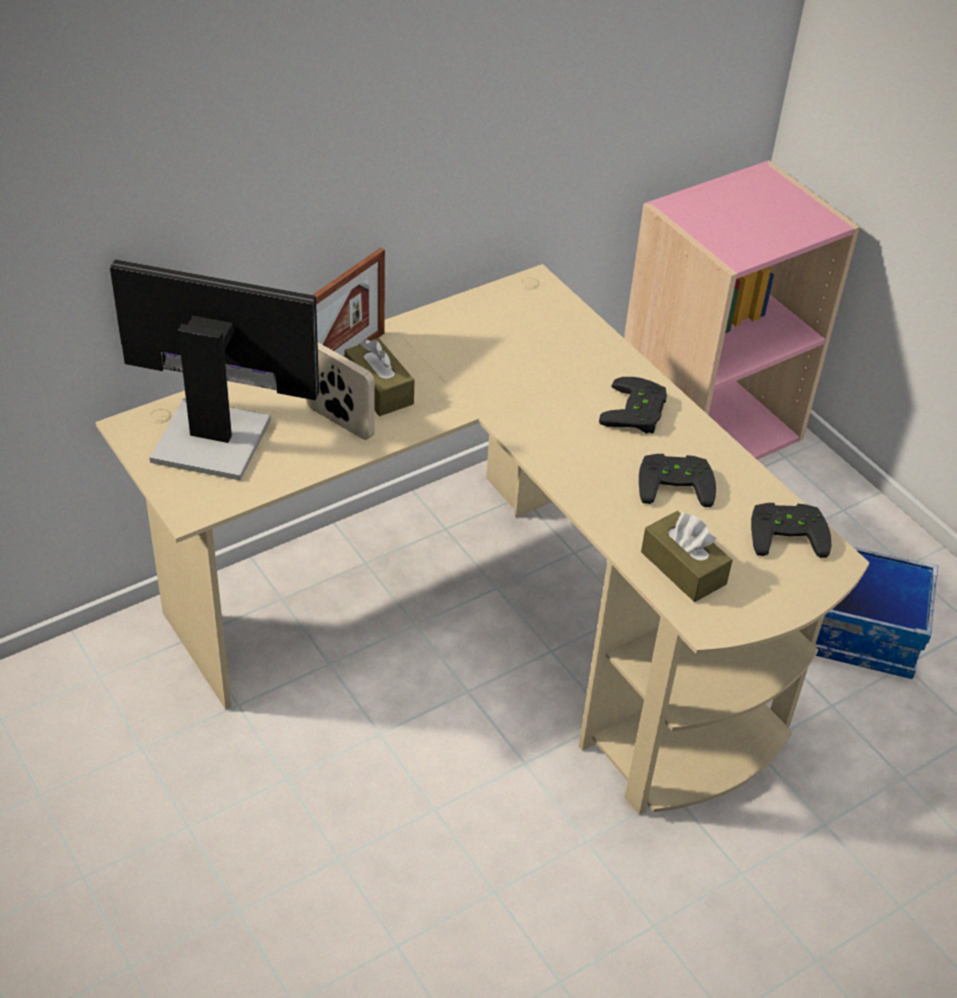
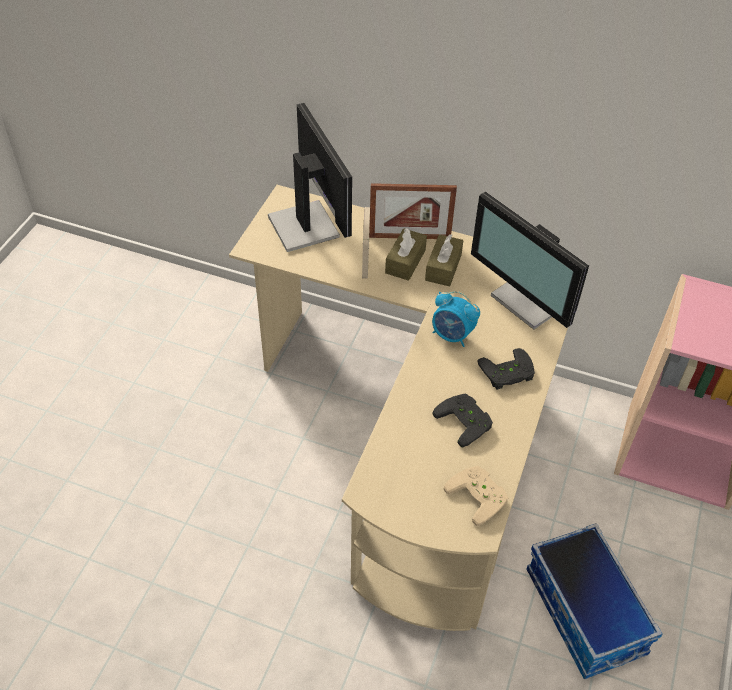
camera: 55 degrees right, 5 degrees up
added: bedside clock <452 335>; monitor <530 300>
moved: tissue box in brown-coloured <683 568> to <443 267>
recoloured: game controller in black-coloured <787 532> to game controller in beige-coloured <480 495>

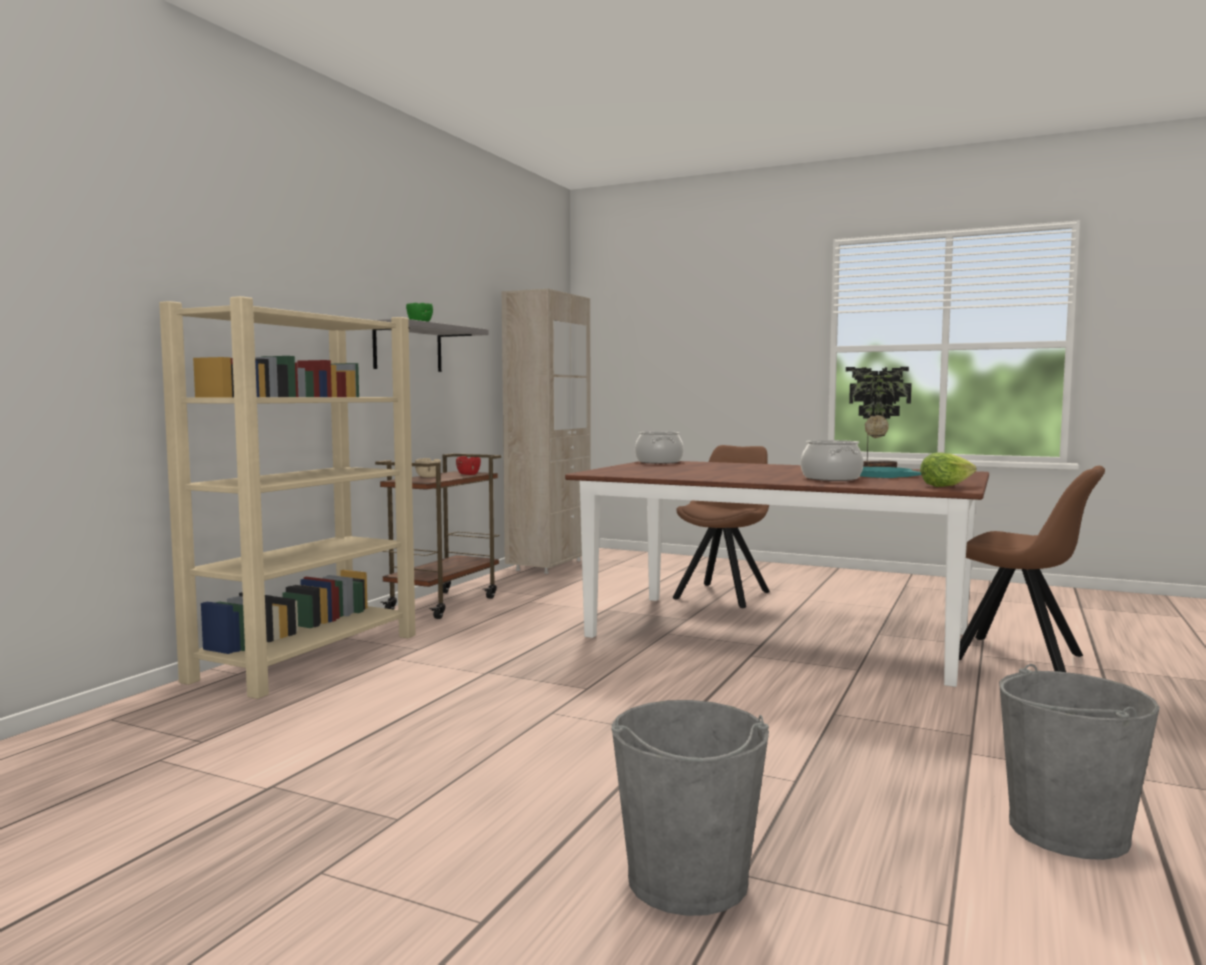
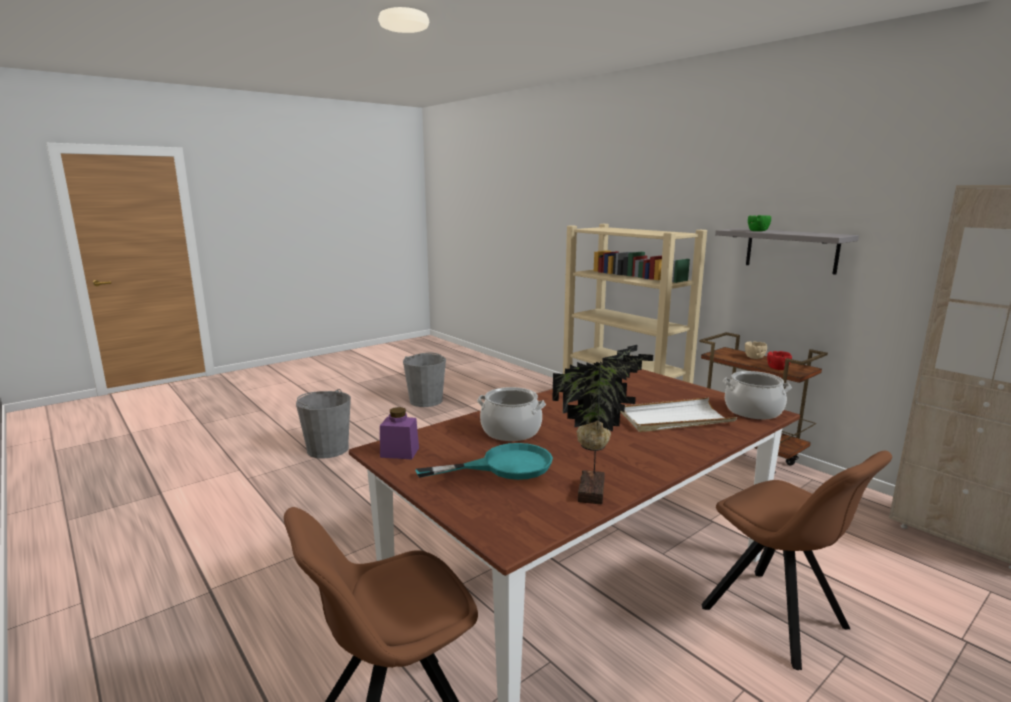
camera: 115 degrees right, 10 degrees up
added: tray in whitish <674 419>
moved: water bucket in grey <1066 830> to <426 401>
replaced: lettuce head <945 486> to jar in purple <399 452>

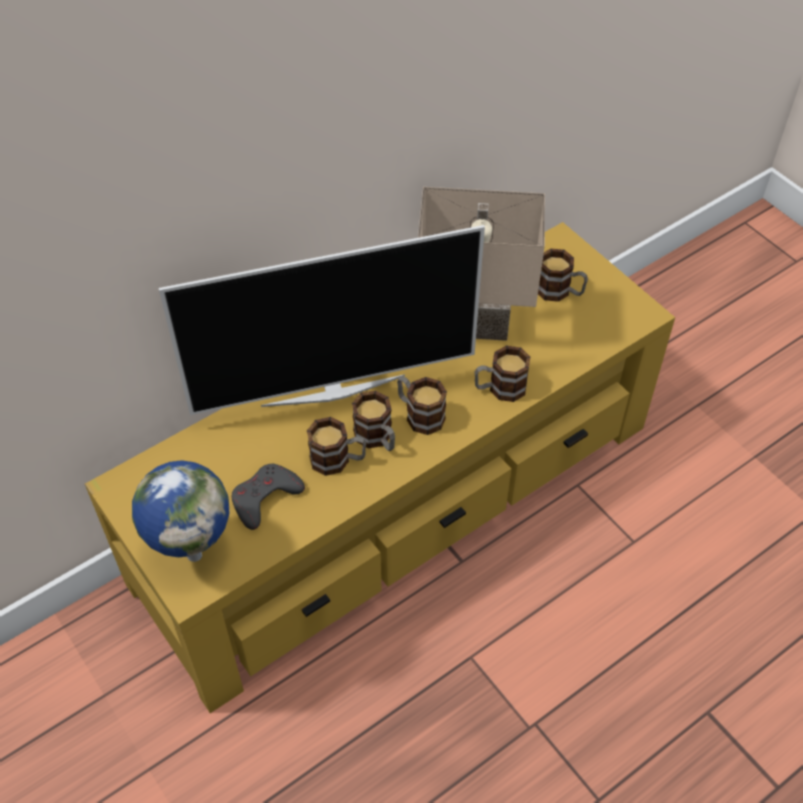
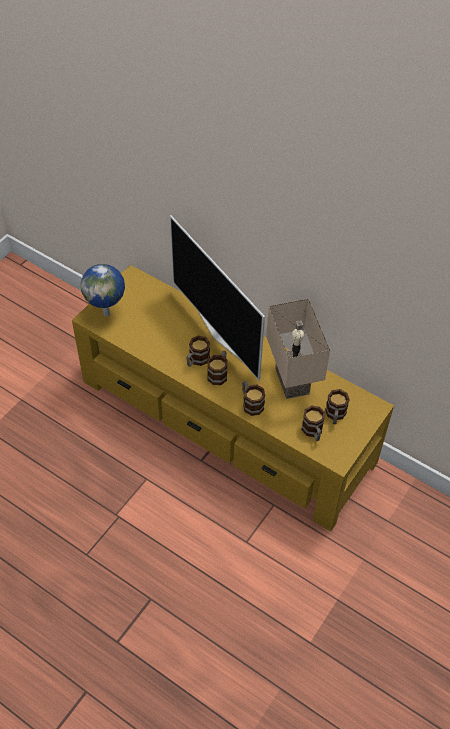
camera: 70 degrees right, 0 degrees up
removed: game controller in grey <265 498>
moved: coffee mug <338 460> to <313 432>

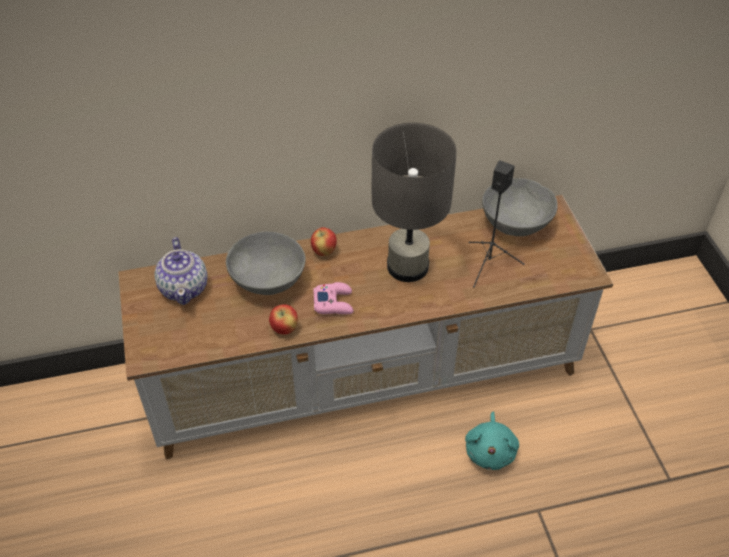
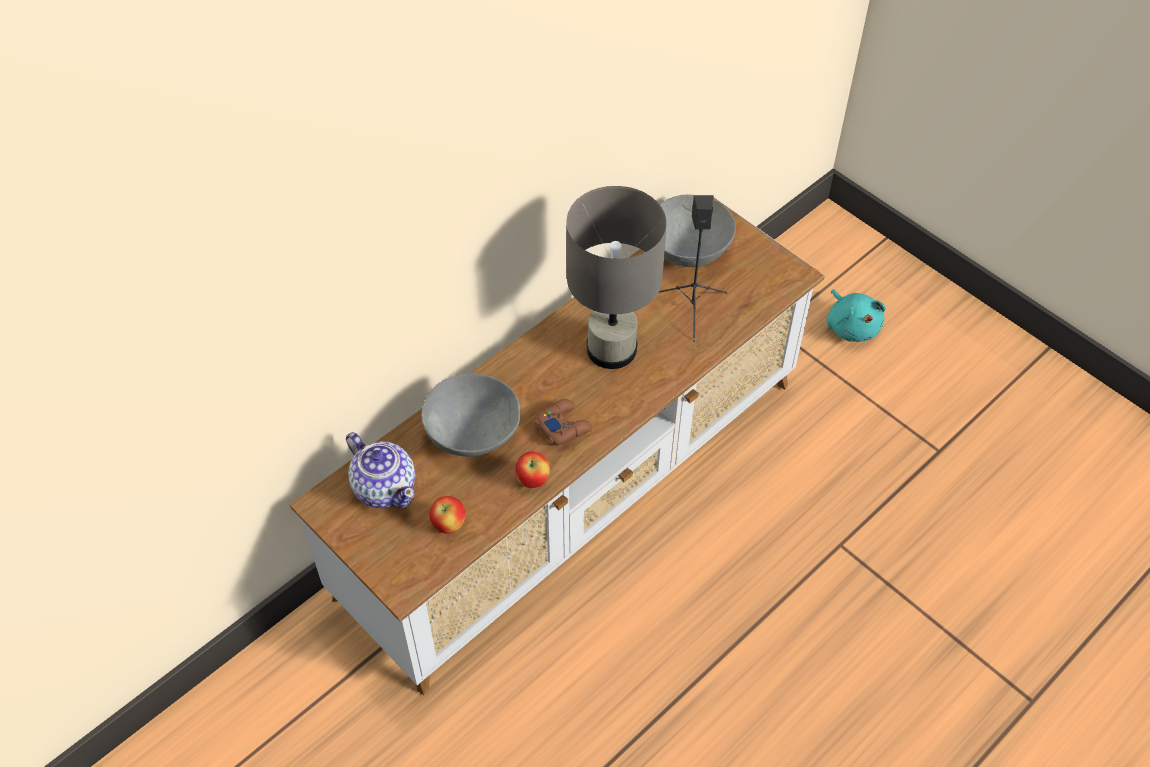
camera: 30 degrees left, 5 degrees up
moved: apple fruit <324 252> to <449 525>; soft toy in turquoise <490 451> to <851 326>
recoloured: game controller in pink <334 303> to game controller in brown-coloured <563 426>

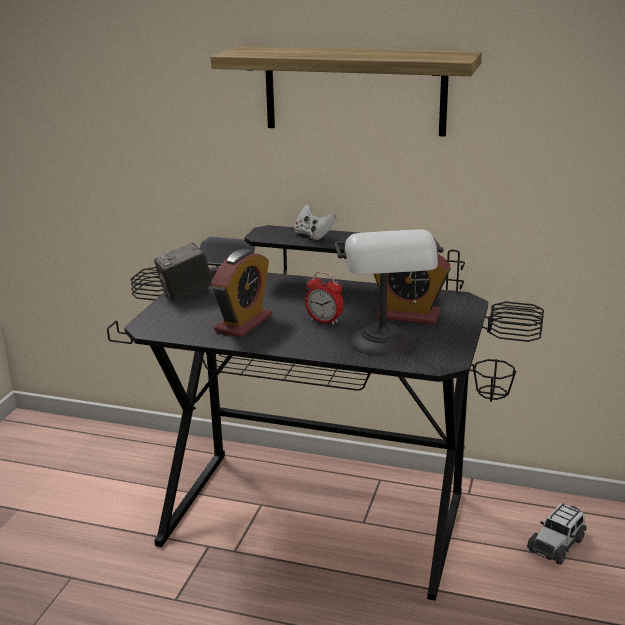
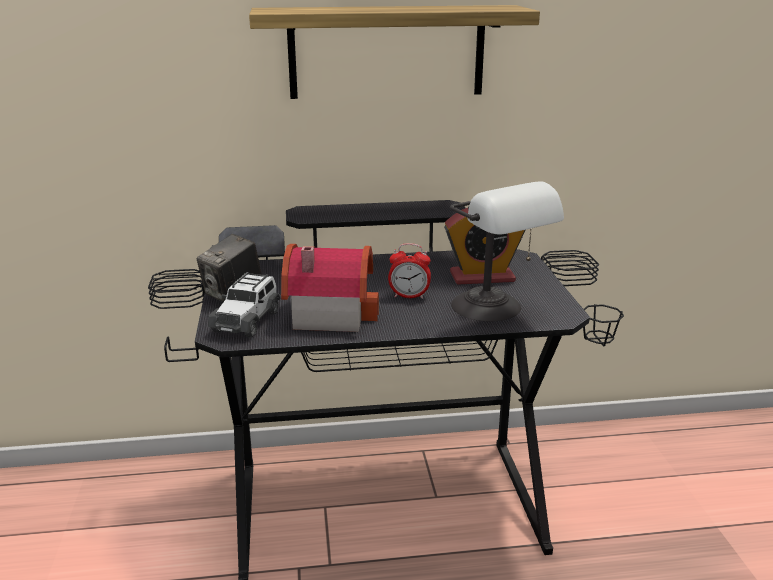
camera: 25 degrees left, 0 degrees up
removed: game controller in whitish <313 235>
moved: toy car <557 544> to <247 321>
replaced: bedside clock <243 323> to model house <328 313>

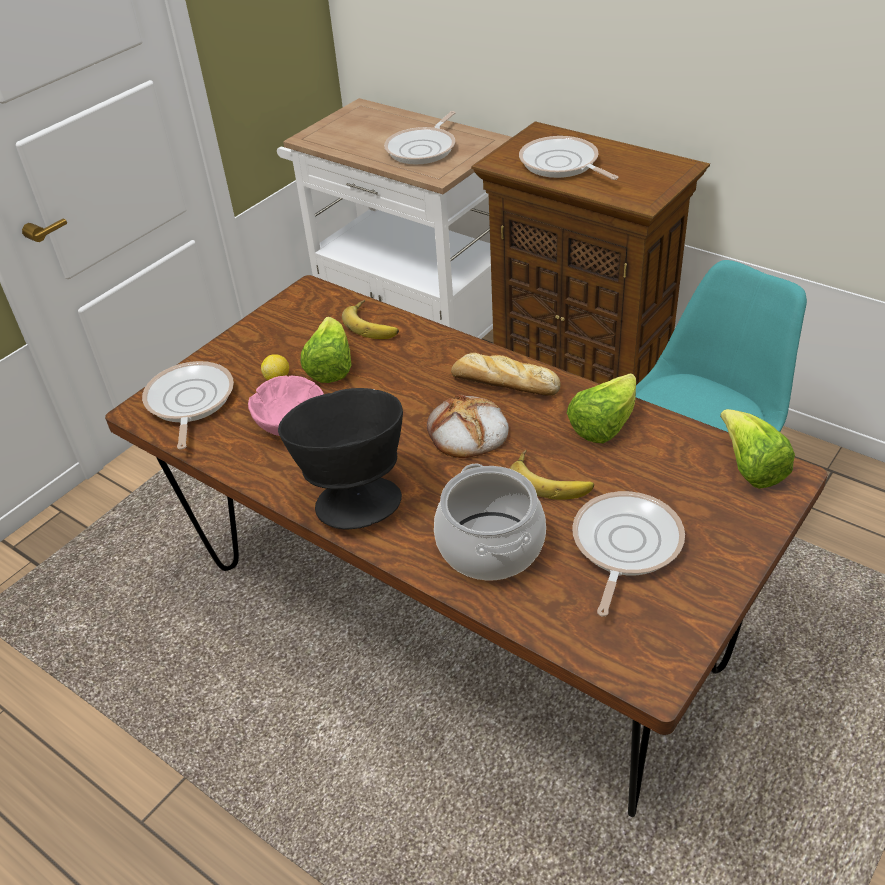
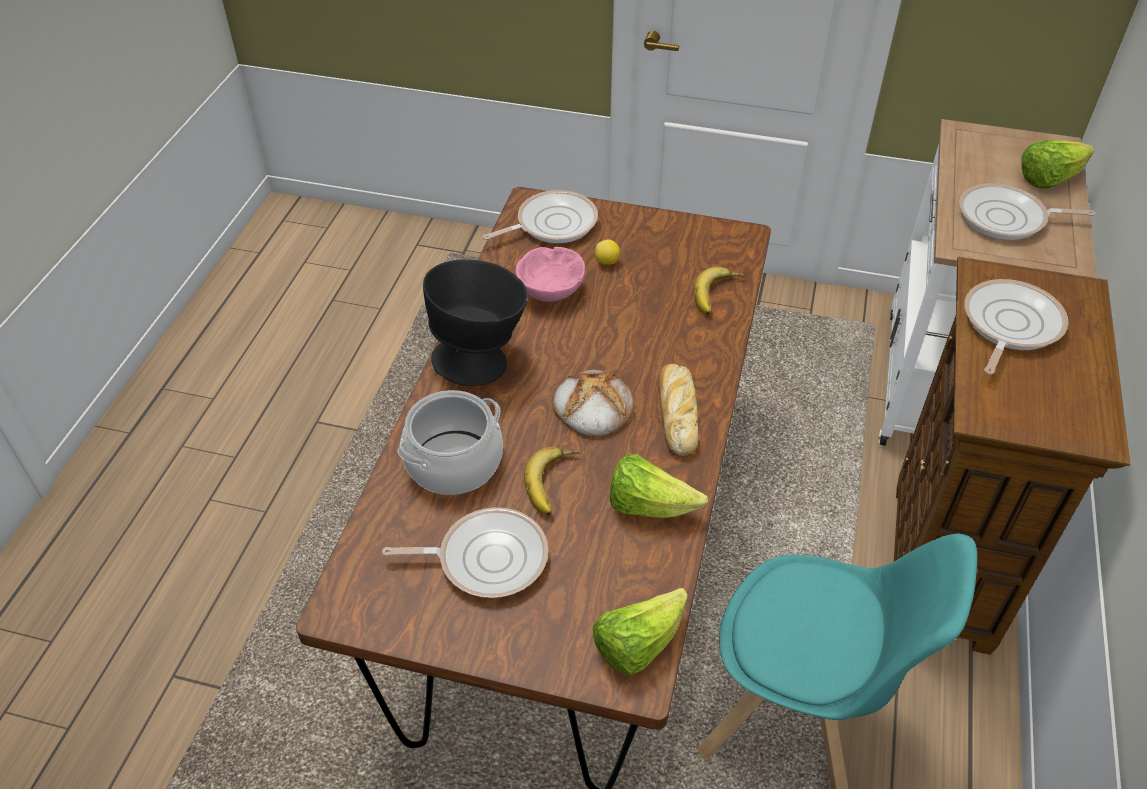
camera: 65 degrees right, 5 degrees up
moved: lettuce head <330 367> to <1049 179>

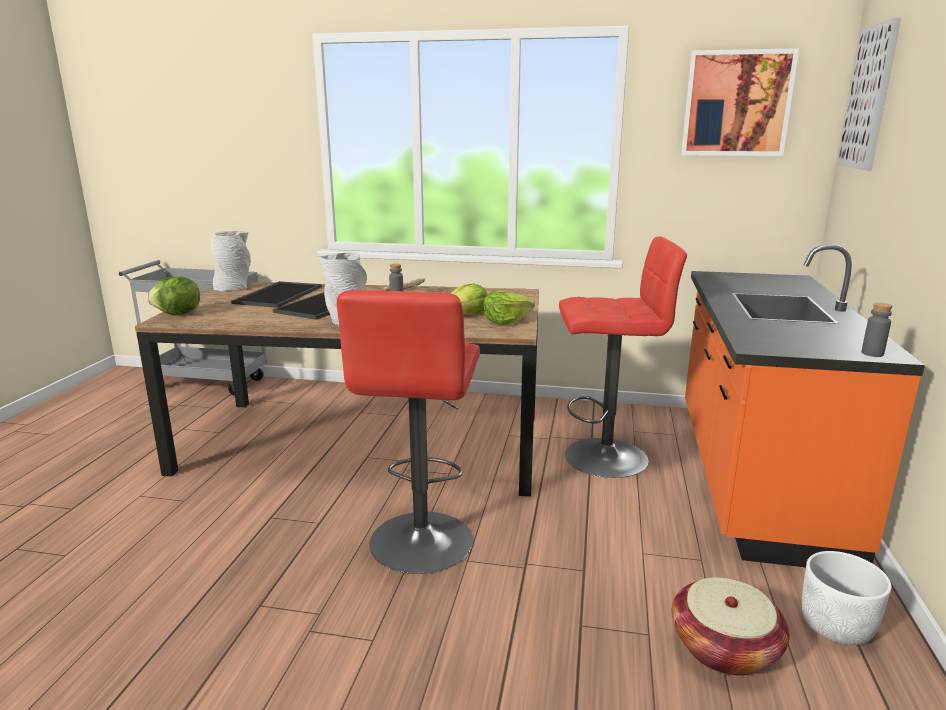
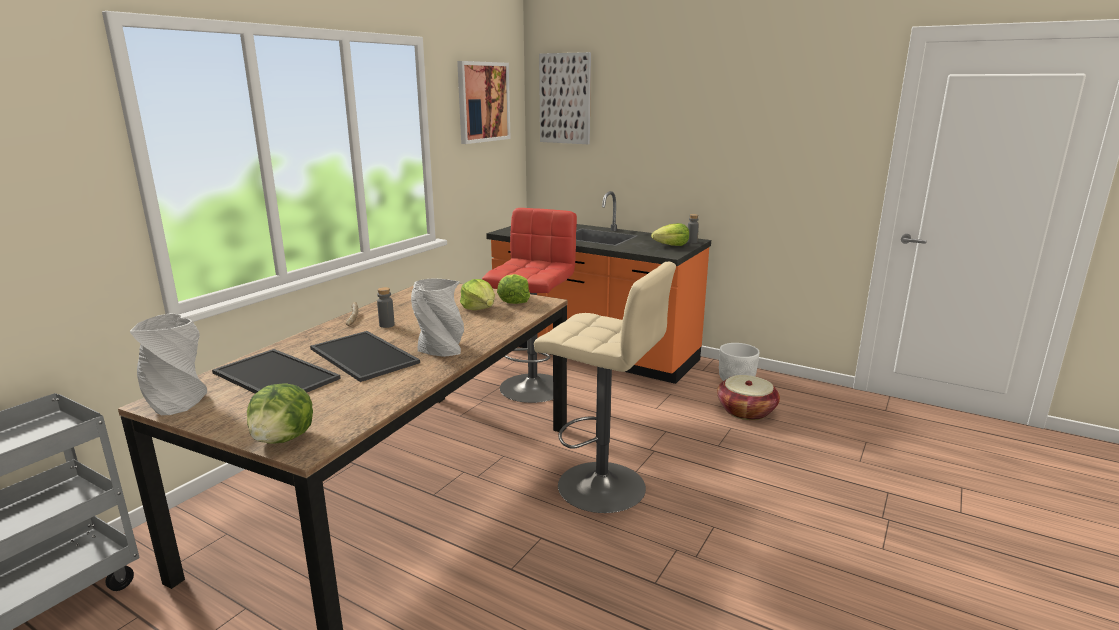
camera: 70 degrees left, 0 degrees up
added: lettuce head <671 246>
recoloured: stool in red <420 542> to stool in beige-coloured <602 487>

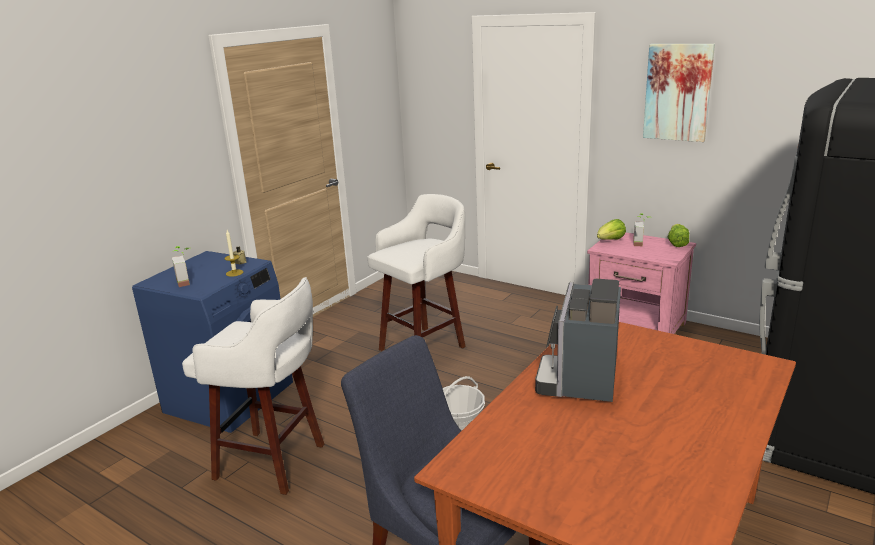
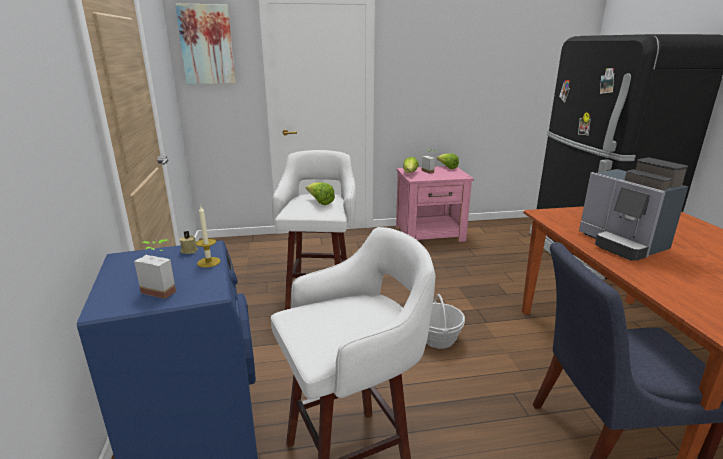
camera: 45 degrees left, 0 degrees up
added: lettuce head <320 202>
moved: wall picture <678 92> to <207 45>

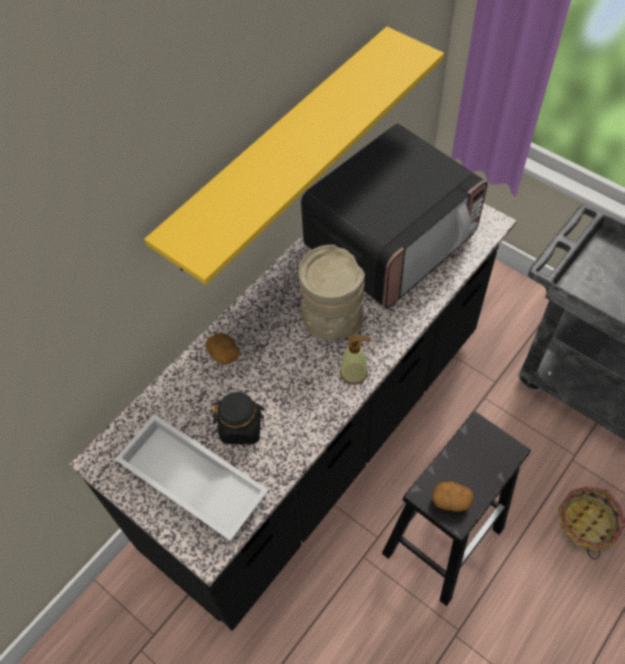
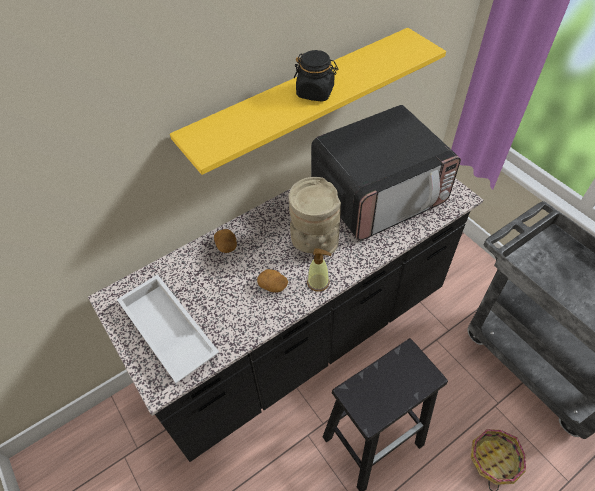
camera: 15 degrees right, 5 degrees down
moved: jar in black-coloured <241 427> to <315 92>; spud <451 500> to <273 285>

